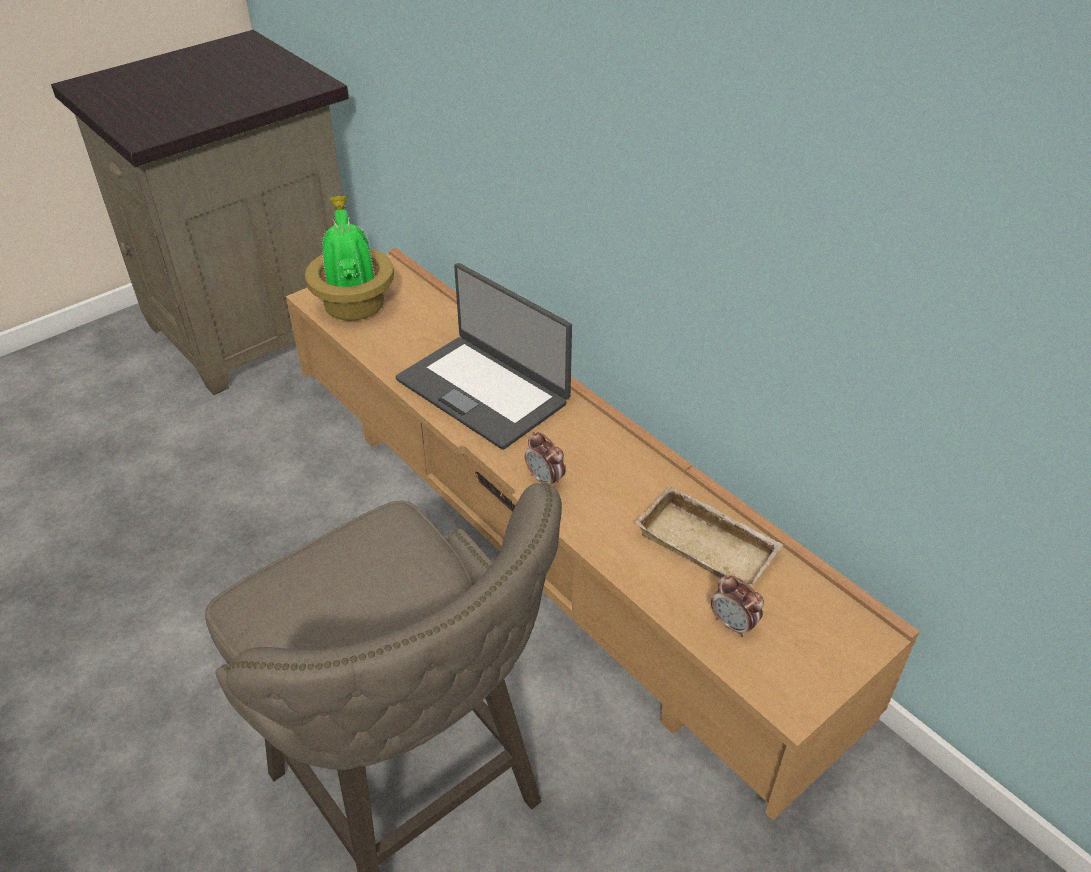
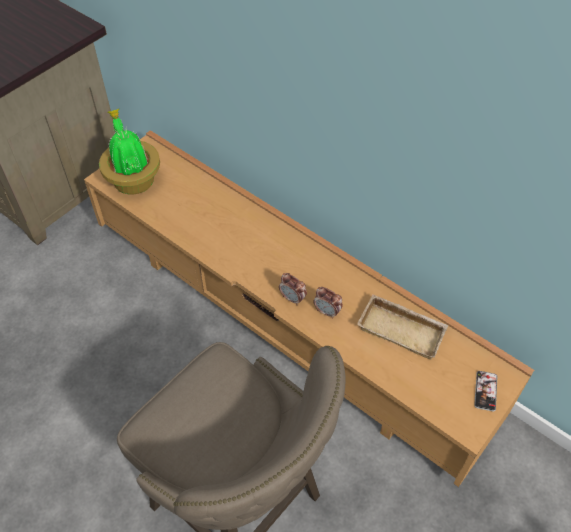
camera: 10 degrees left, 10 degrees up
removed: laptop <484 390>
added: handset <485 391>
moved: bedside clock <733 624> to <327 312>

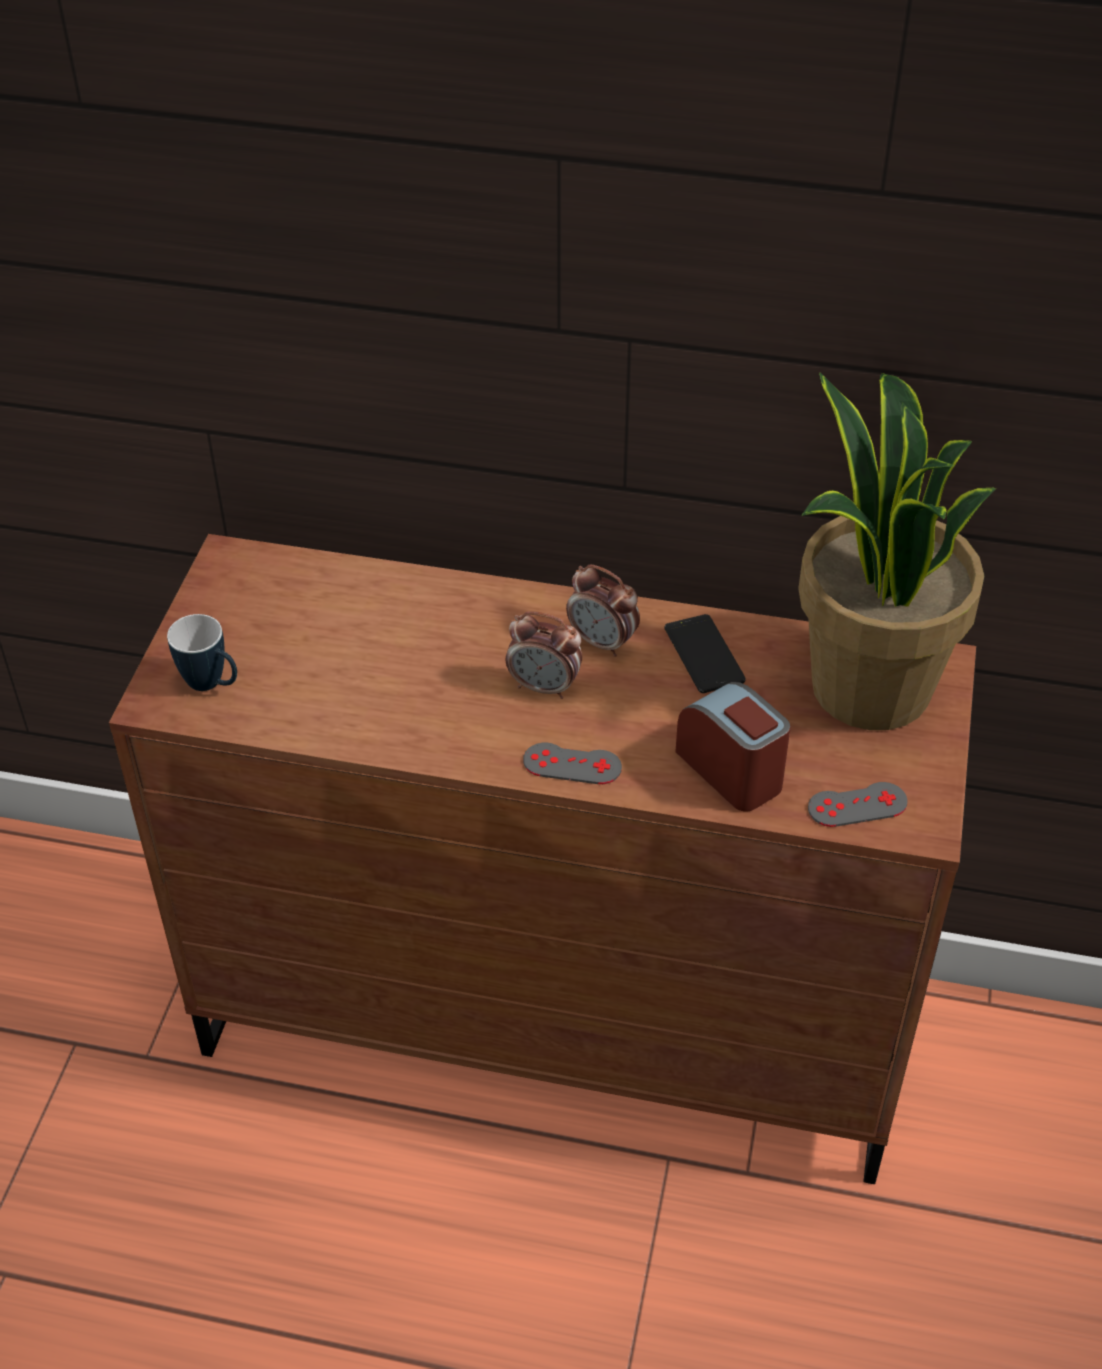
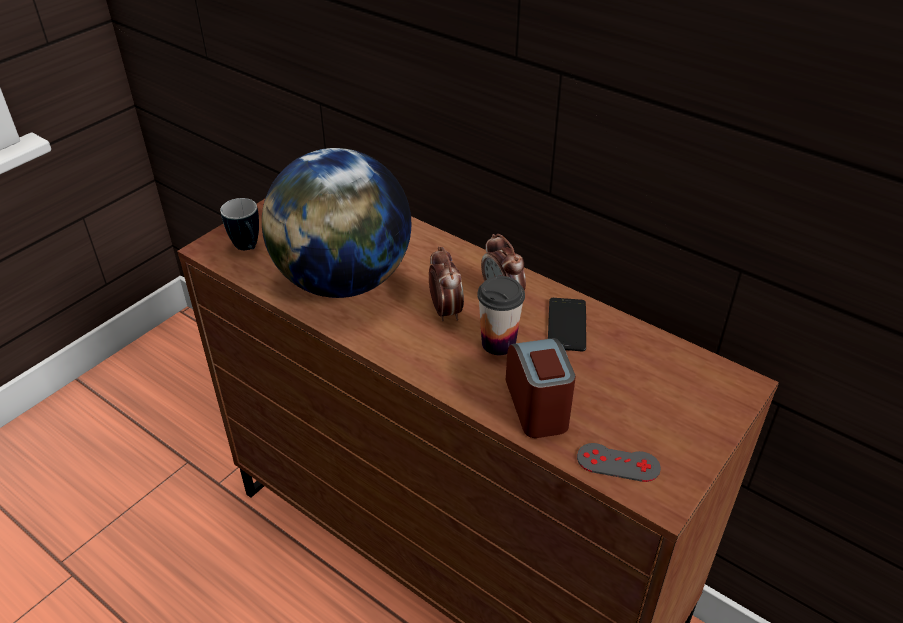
camera: 25 degrees right, 5 degrees down
removed: game controller in grey <572 764>; houseplant <867 688>
added: globe <343 281>; drinking cup <498 343>
turned: bedside clock <544 687> = <445 311> 150 degrees counterclockwise

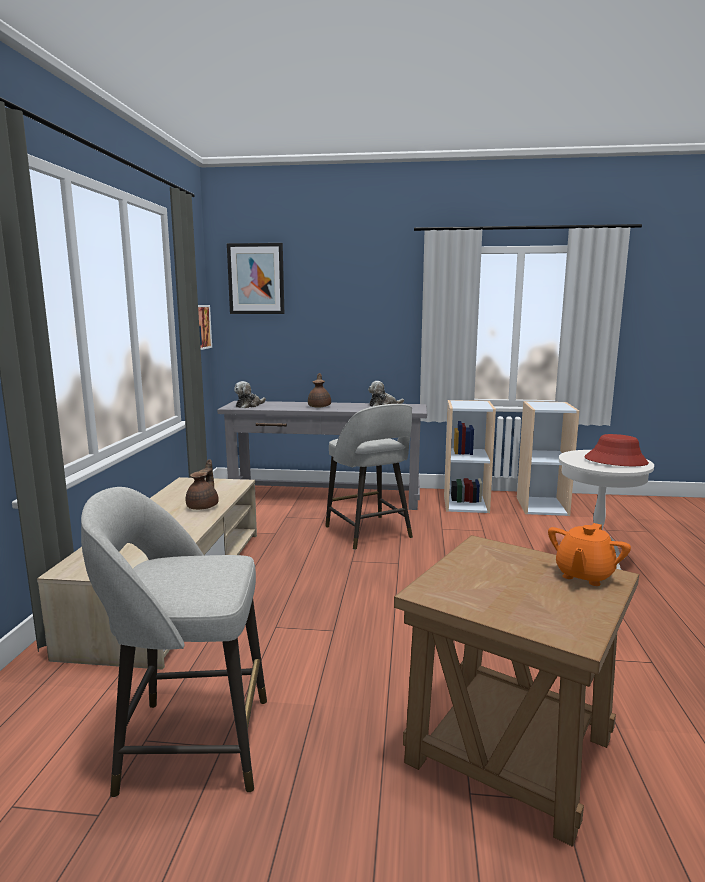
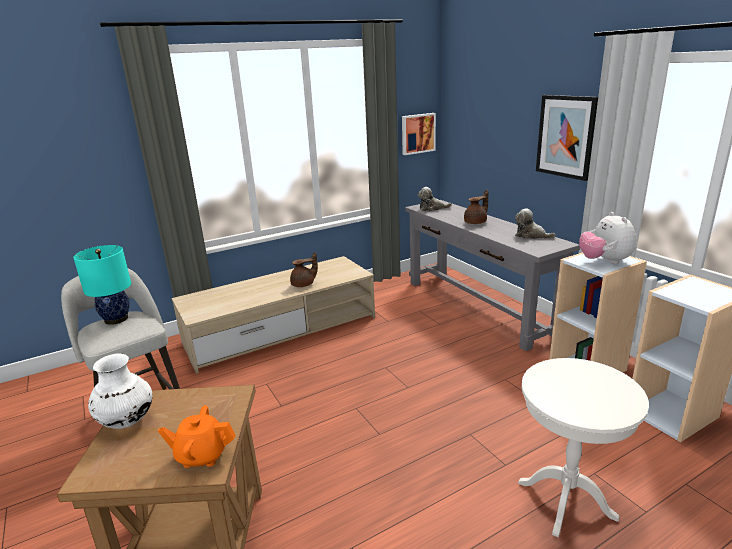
camera: 55 degrees right, 10 degrees up
removed: stool in grey <369 533>; hat in red <615 461>
added: tabletop lamp in turquoise <116 319>; vase in whitish <126 421>; soft toy <604 261>
moved: wall picture <256 279> to <565 136>

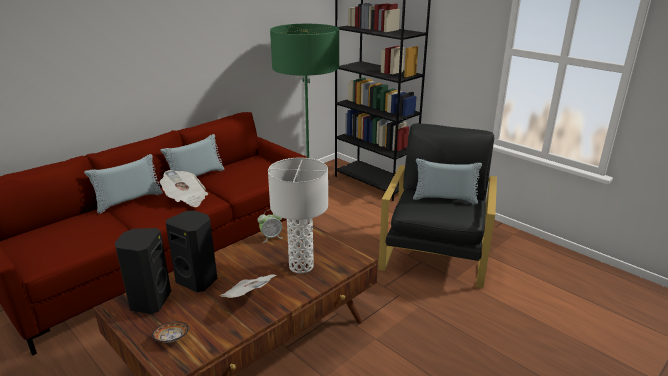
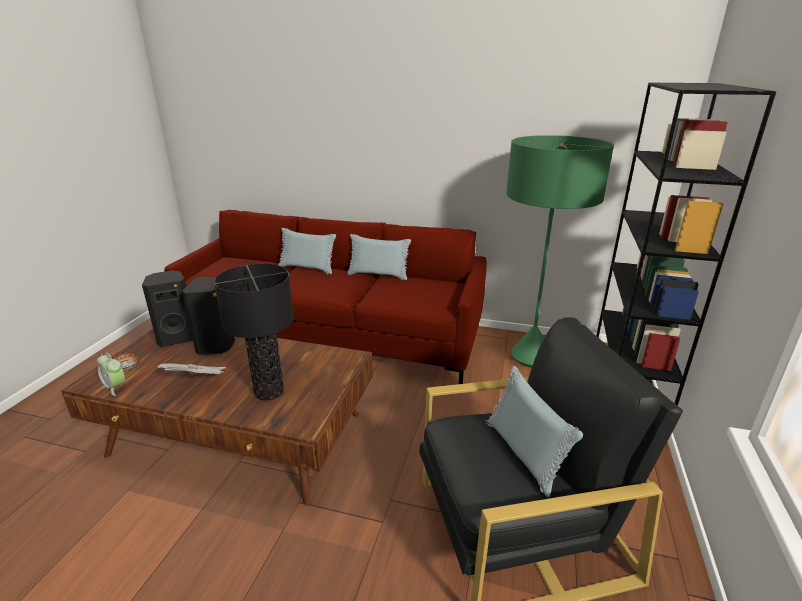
camera: 60 degrees right, 0 degrees up
removed: newspaper <186 199>
moved: bedside clock <271 237> to <115 387>
recoloured: tabletop lamp in whitish <301 266> to tabletop lamp in black-coloured <269 391>

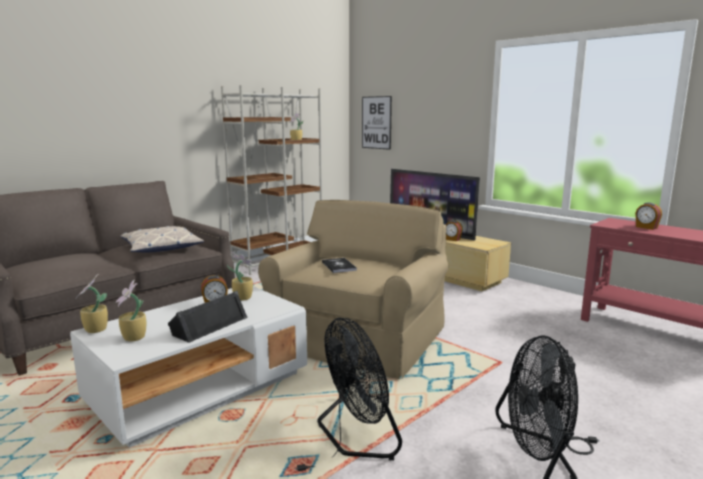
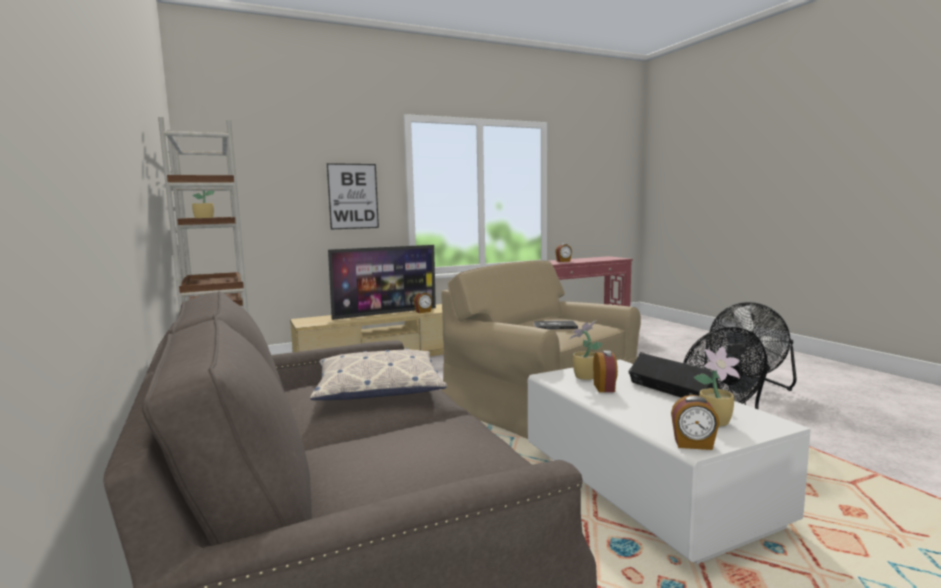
camera: 70 degrees left, 5 degrees down
moved: wall picture <376 122> to <353 196>
replaced: houseplant <95 330> to bedside clock <693 444>

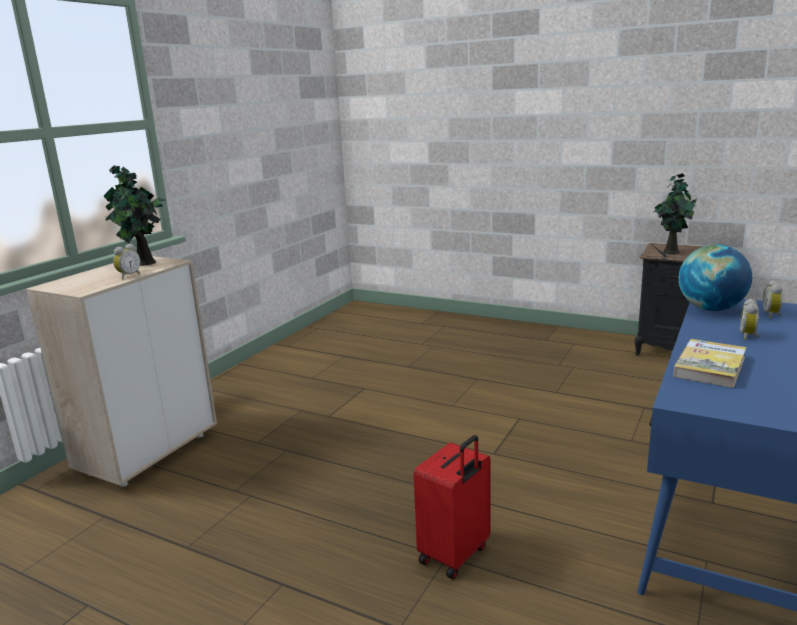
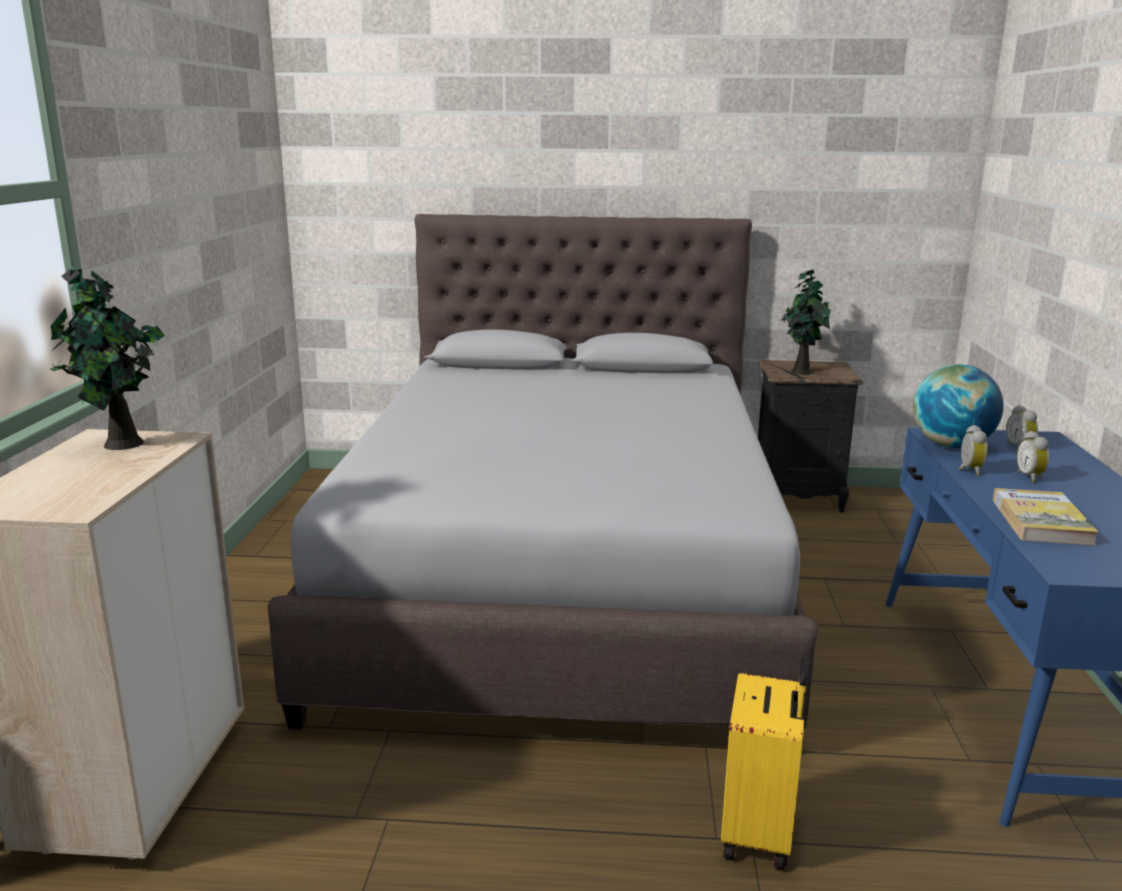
camera: 25 degrees left, 0 degrees up
added: bed in grey <564 575>
moved: bedside clock <128 276> to <968 470>
recoloured: piece of luggage in red <455 555> to piece of luggage in yellow <760 834>

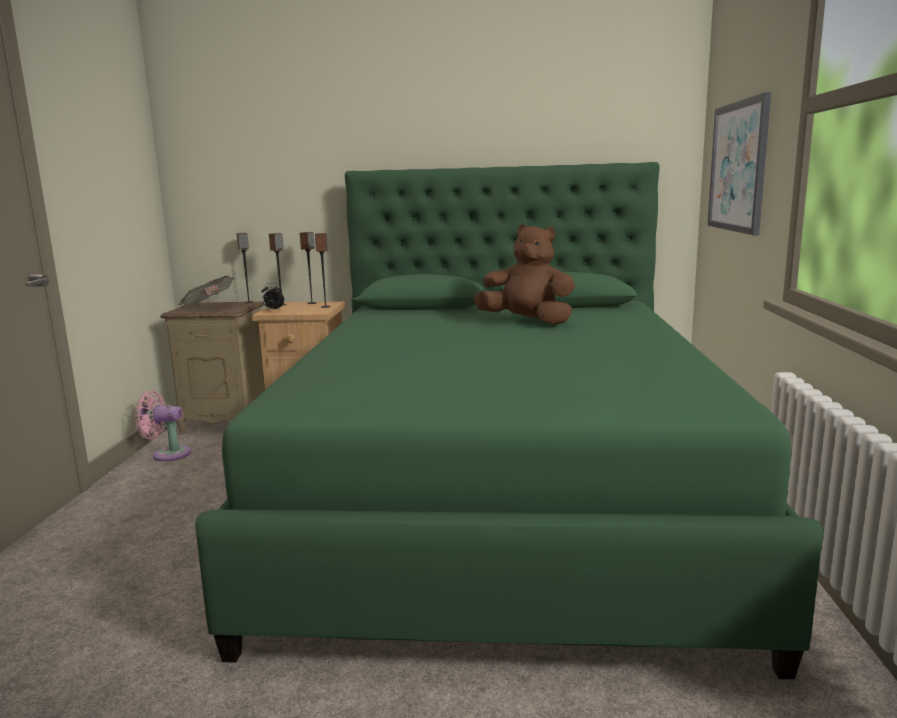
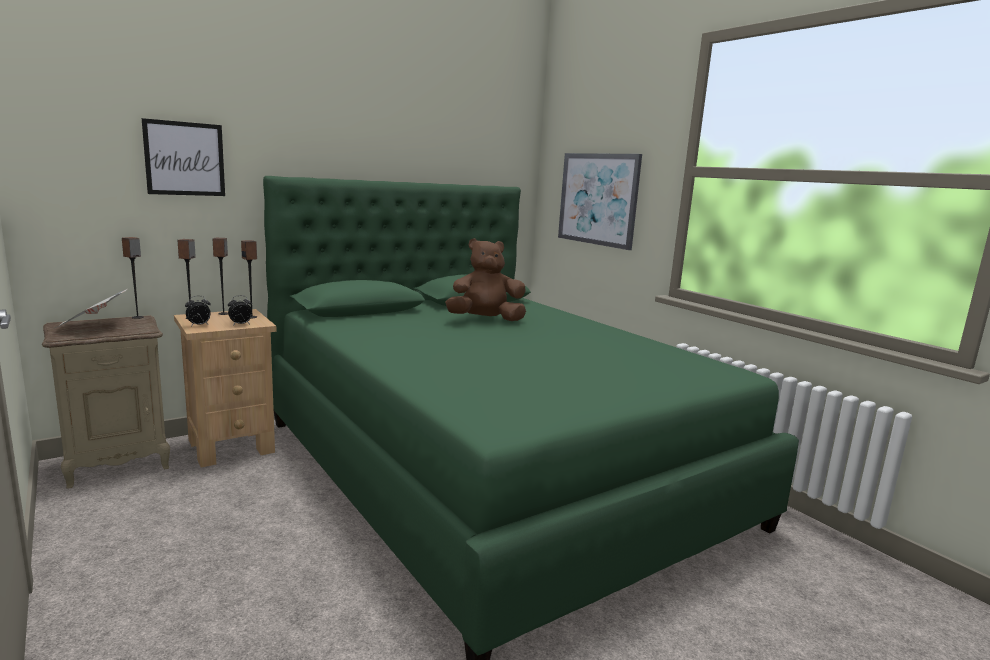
camera: 40 degrees left, 0 degrees up
removed: cooling fan in pink <167 454>
added: wall picture <185 159>; bedside clock <241 324>

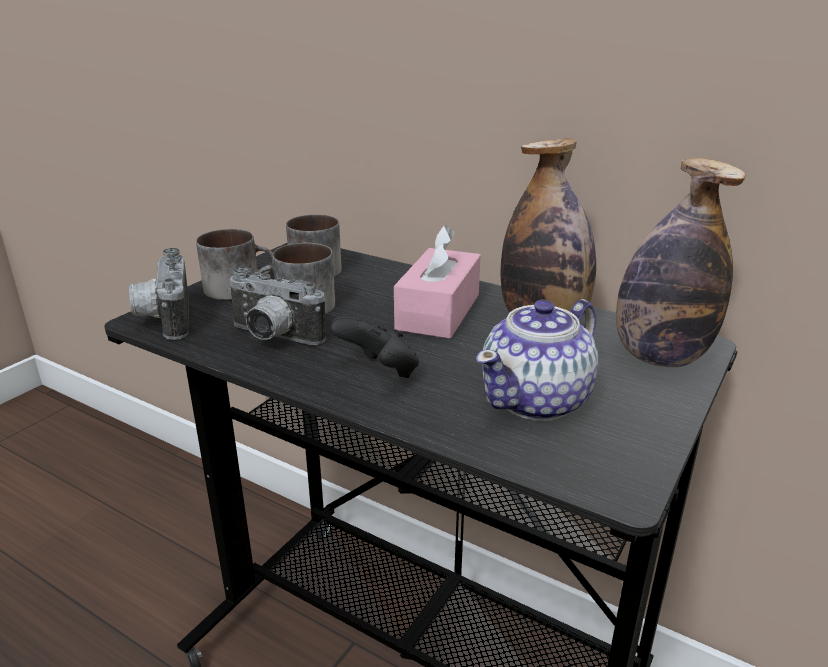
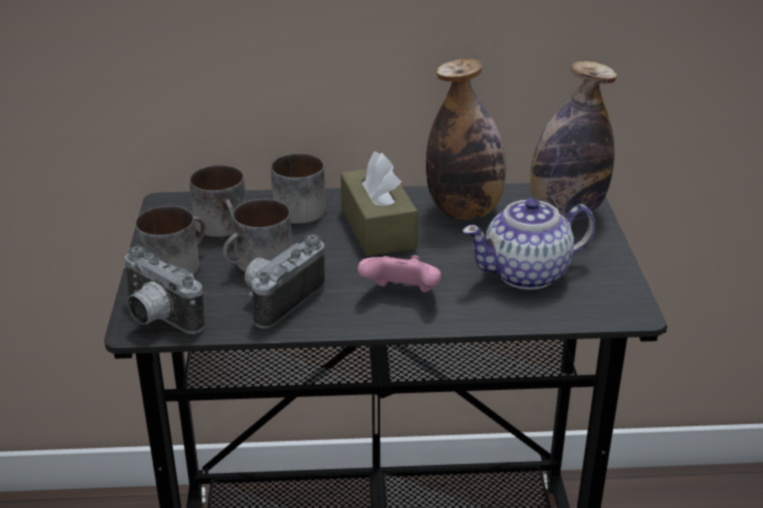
camera: 35 degrees left, 5 degrees up
added: coffee mug <294 208>
recoloured: game controller in black-coloured <379 372> to game controller in pink <401 295>; tissue box in pink <438 312> to tissue box in brown-coloured <378 228>
turned: still camera <272 338> = <280 299> 135 degrees clockwise; pot for tea <537 400> = <527 274> 60 degrees clockwise

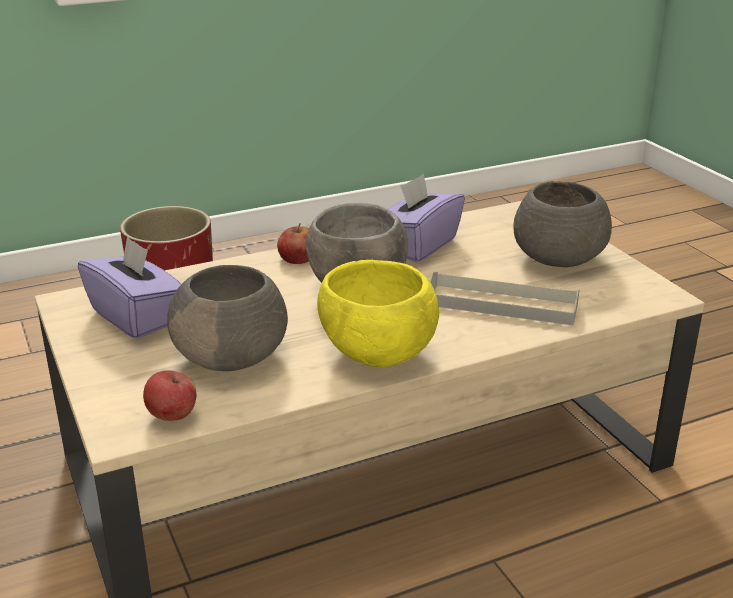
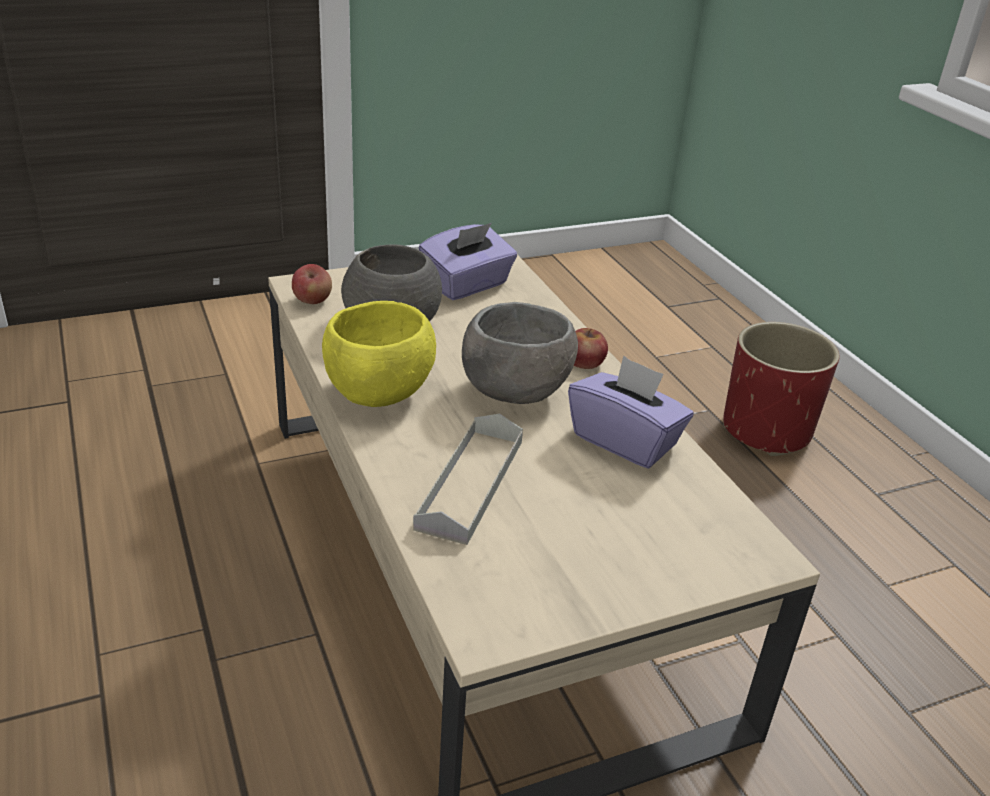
camera: 90 degrees right, 5 degrees up
removed: serving bowl in grey <557 259>

